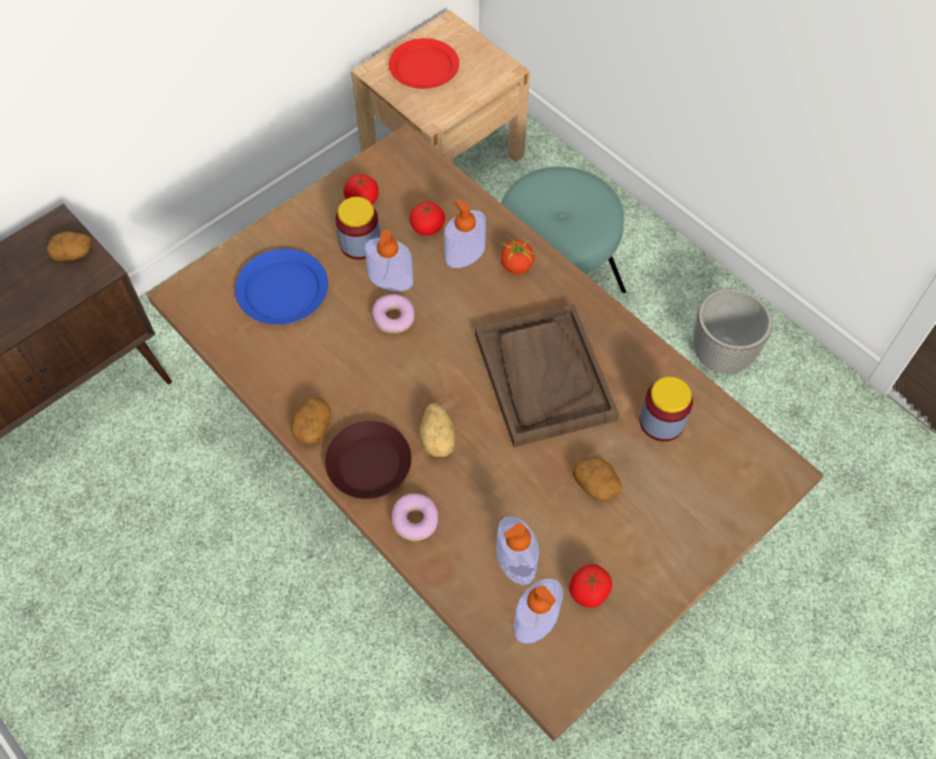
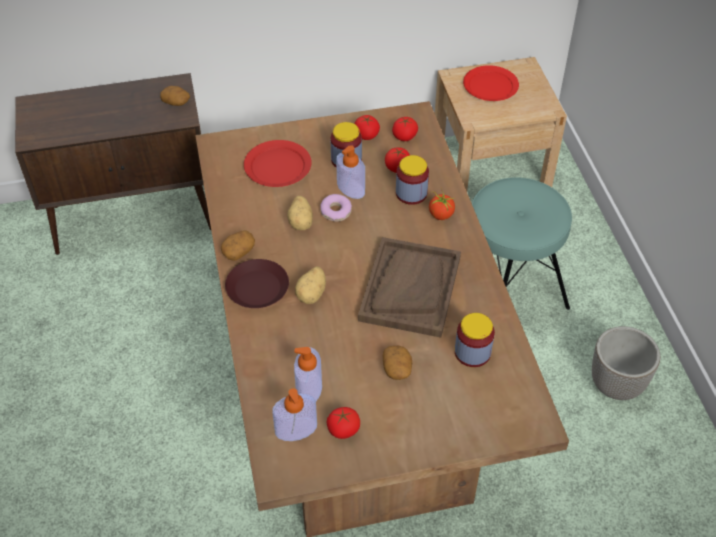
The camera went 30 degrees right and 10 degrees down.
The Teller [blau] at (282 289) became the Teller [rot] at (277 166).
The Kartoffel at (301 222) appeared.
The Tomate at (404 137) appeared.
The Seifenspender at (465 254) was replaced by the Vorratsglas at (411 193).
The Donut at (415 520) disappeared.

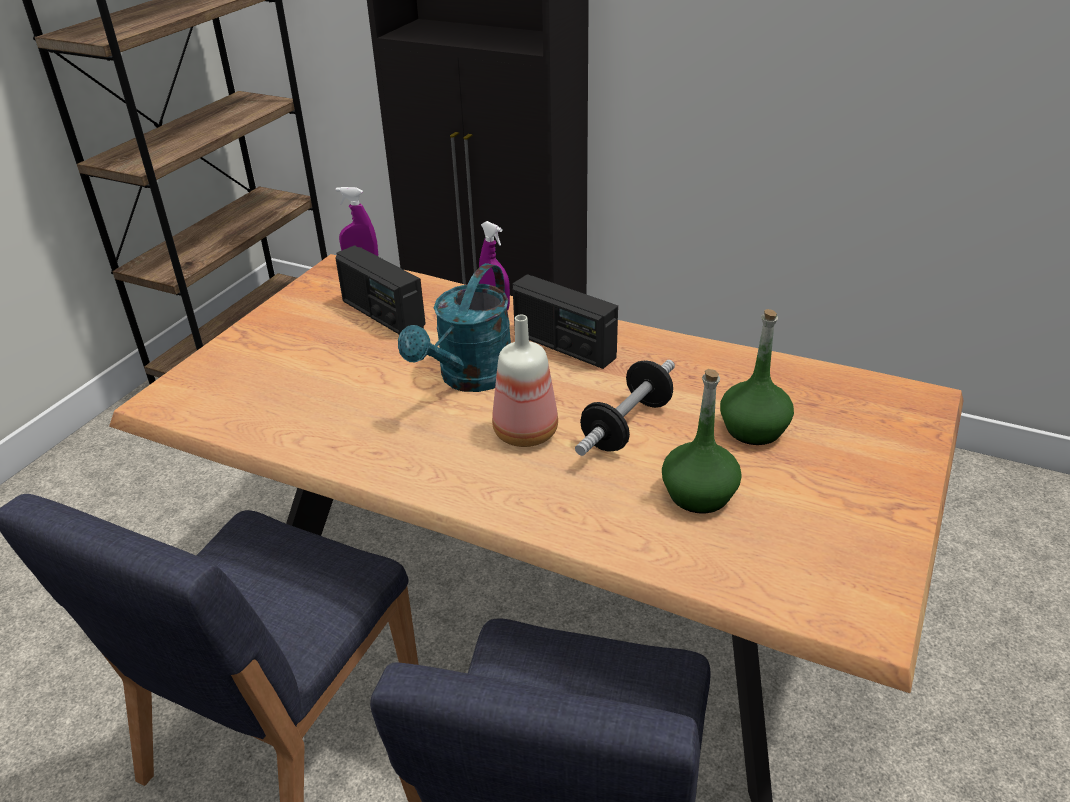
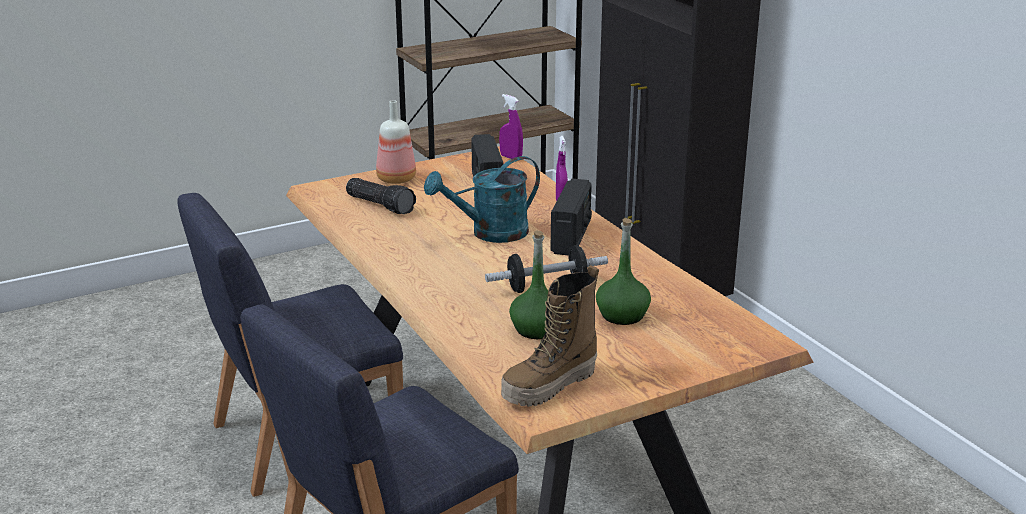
The camera went 35 degrees right and 10 degrees down.
The Taschenlampe at (381 205) appeared.
The Flasche moved from (527 434) to (396 180).
The Stiefel at (550 386) appeared.
The Radio at (564 346) turned 150 degrees counterclockwise.

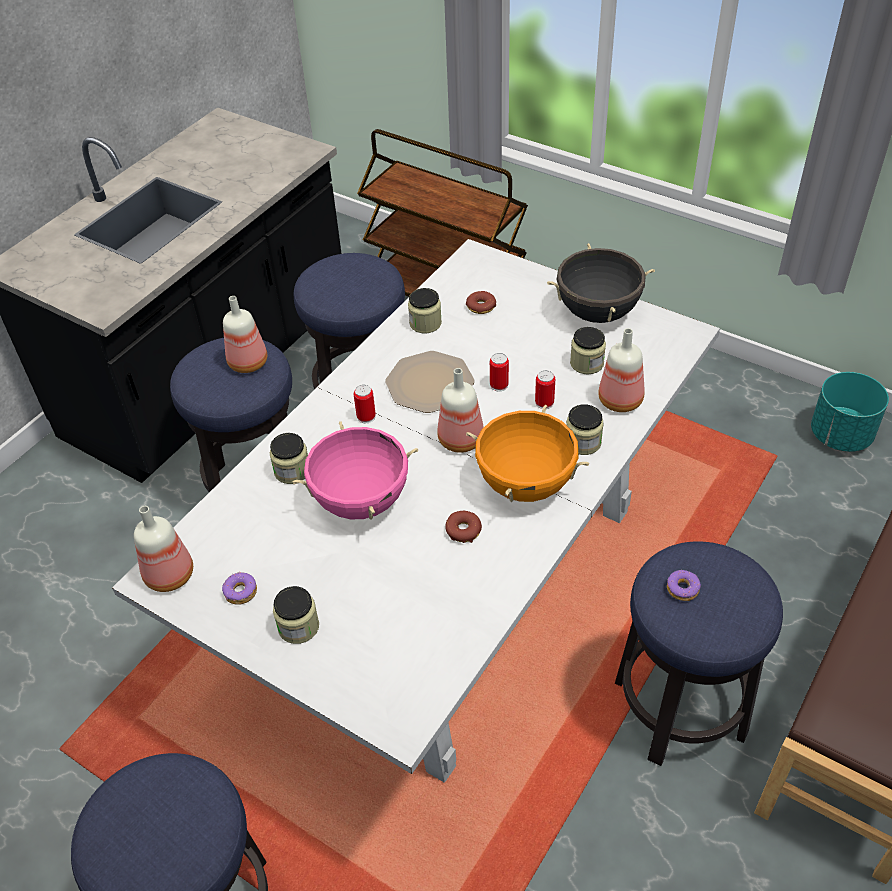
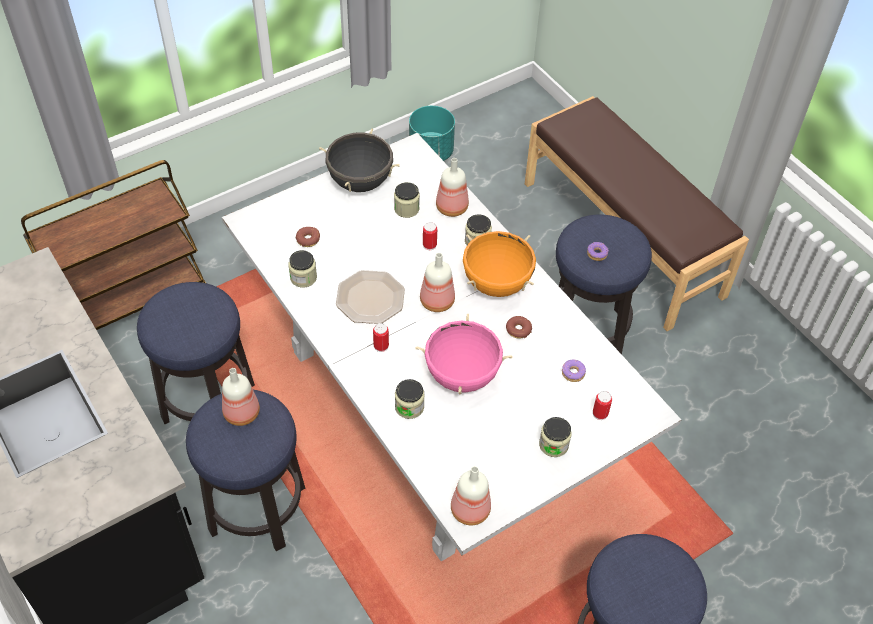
The camera went 70 degrees left and 5 degrees up.
The Donut moved from (240 592) to (573 373).
The Dose moved from (499 385) to (600 413).

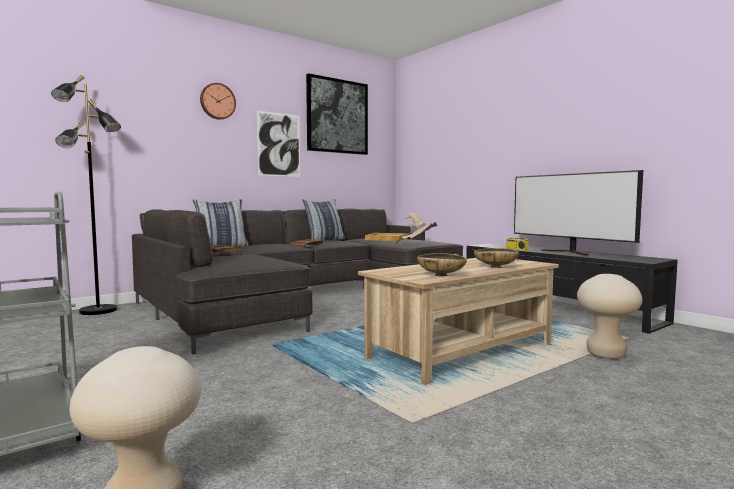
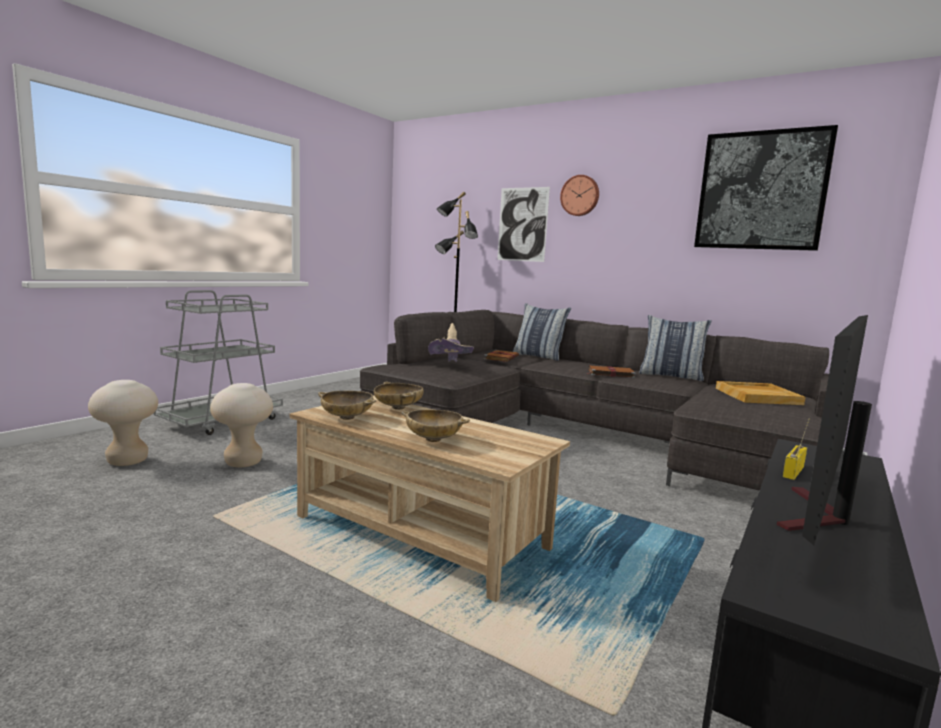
The camera went 70 degrees right and 5 degrees up.
The Hocker [beige] moved from (605 354) to (243 463).
The Schüssel [beige] at (398 408) appeared.
The Hut [beige] moved from (418 245) to (450 367).
The Bild moved from (279 144) to (522 224).

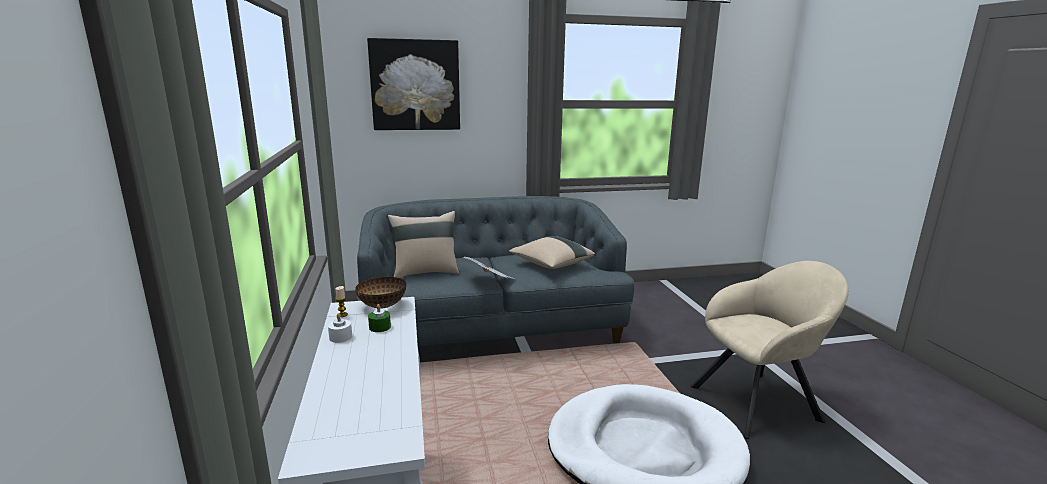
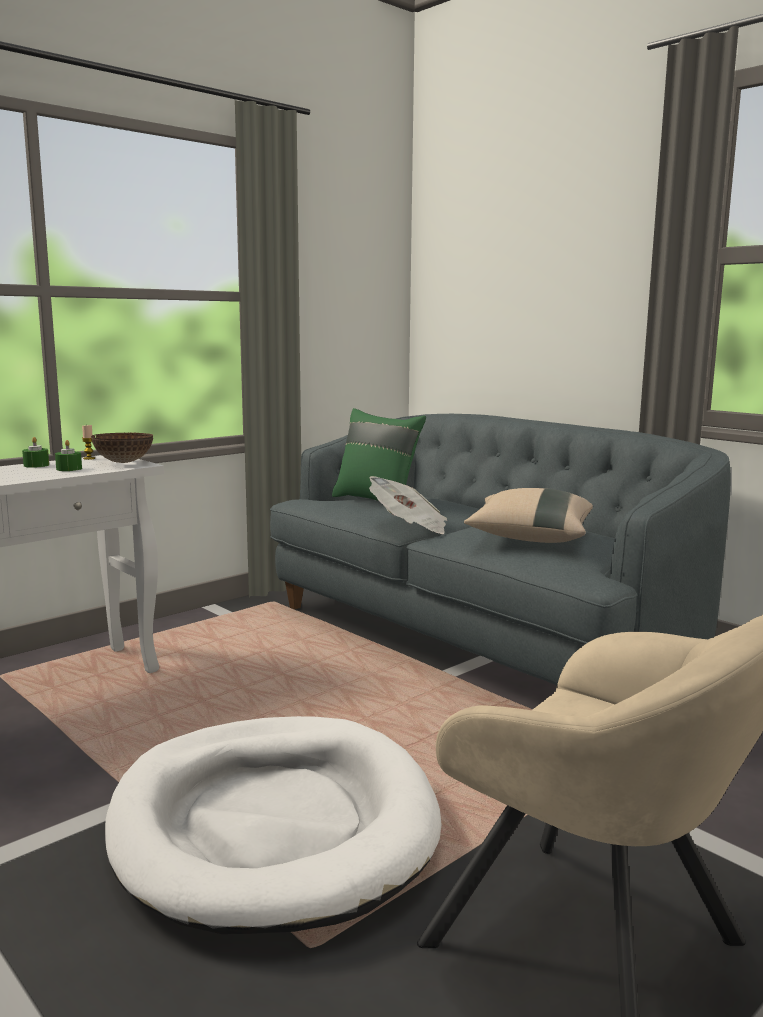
The camera went 60 degrees right and 5 degrees down.
The Kerze [weiß] at (340 337) became the Kerze [grün] at (36 465).
The Kissen [beige] at (425 272) became the Kissen [grün] at (377 501).
The Bild at (415 85) disappeared.

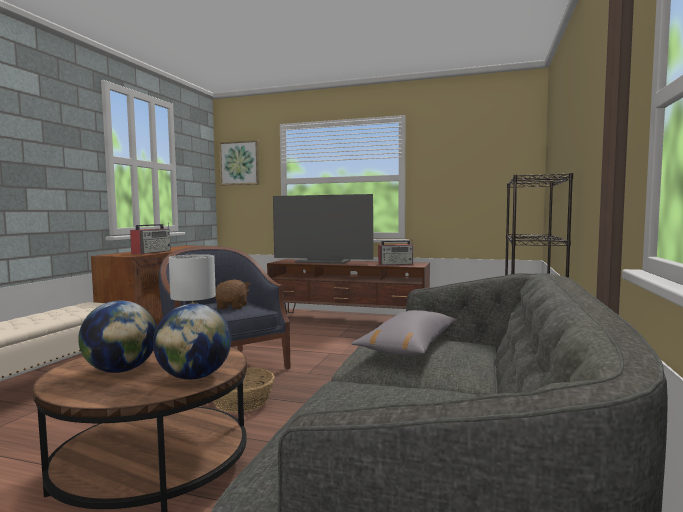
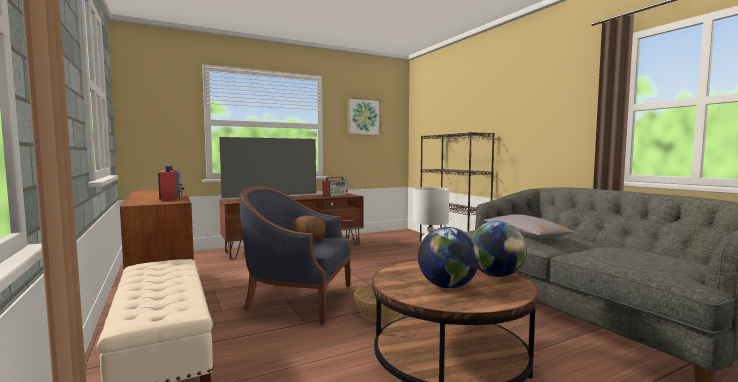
The camera went 45 degrees left and 0 degrees up.
The Bild moved from (239 163) to (363 116).

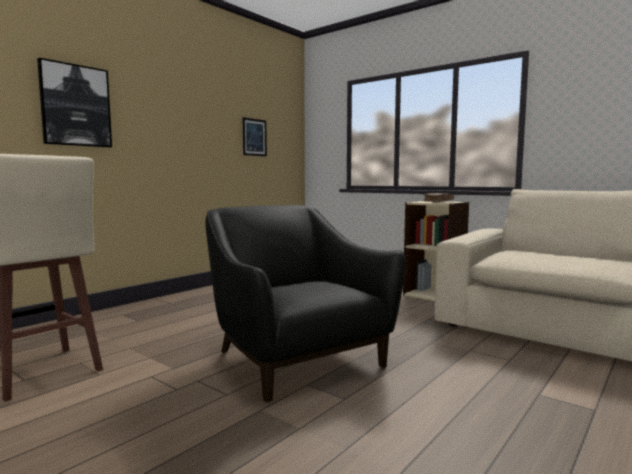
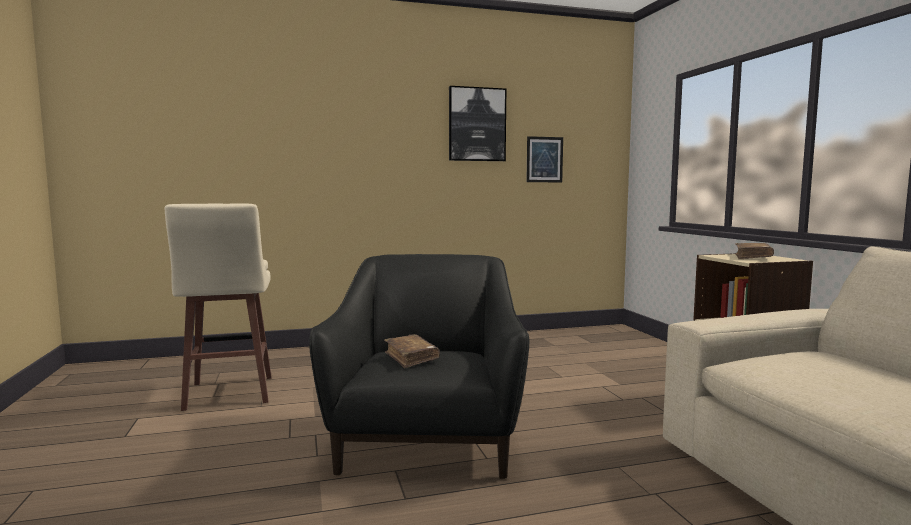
The camera went 35 degrees right and 0 degrees up.
The Buch [braun] at (411 358) appeared.
The Bild moved from (75 106) to (477 124).

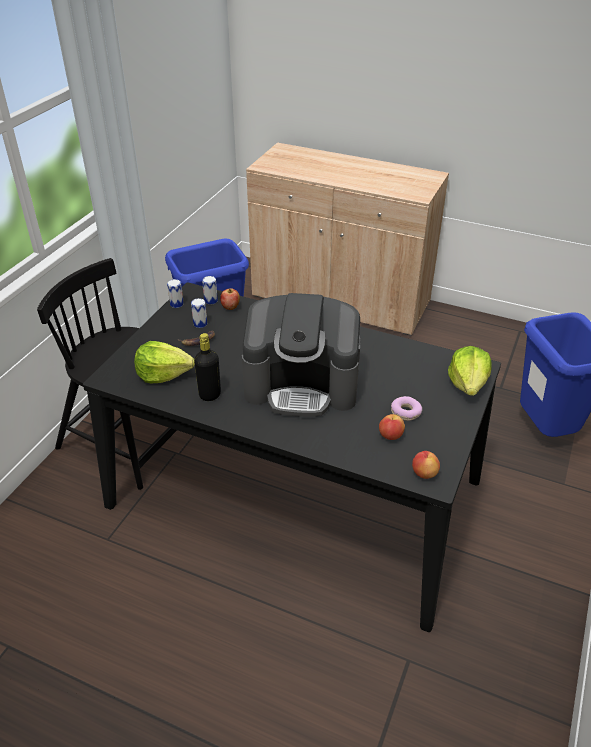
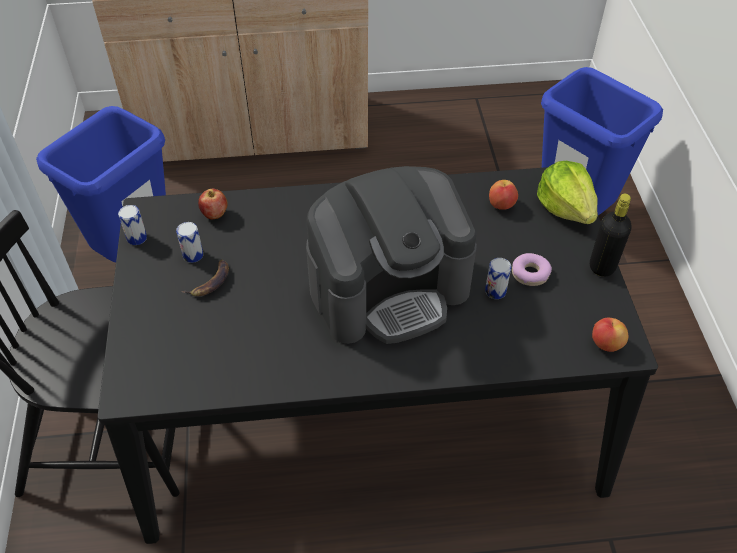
The camera went 30 degrees left and 10 degrees up.
The Dose moved from (211 300) to (495 291).
The Apfel moved from (390 436) to (501 205).
The Flasche [schwarz] moved from (210 395) to (602 266).
The Salatkopf at (163 374) disappeared.

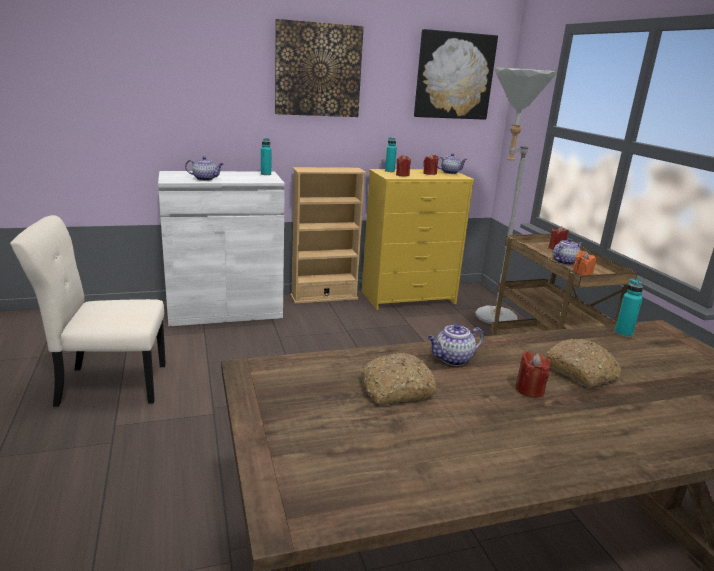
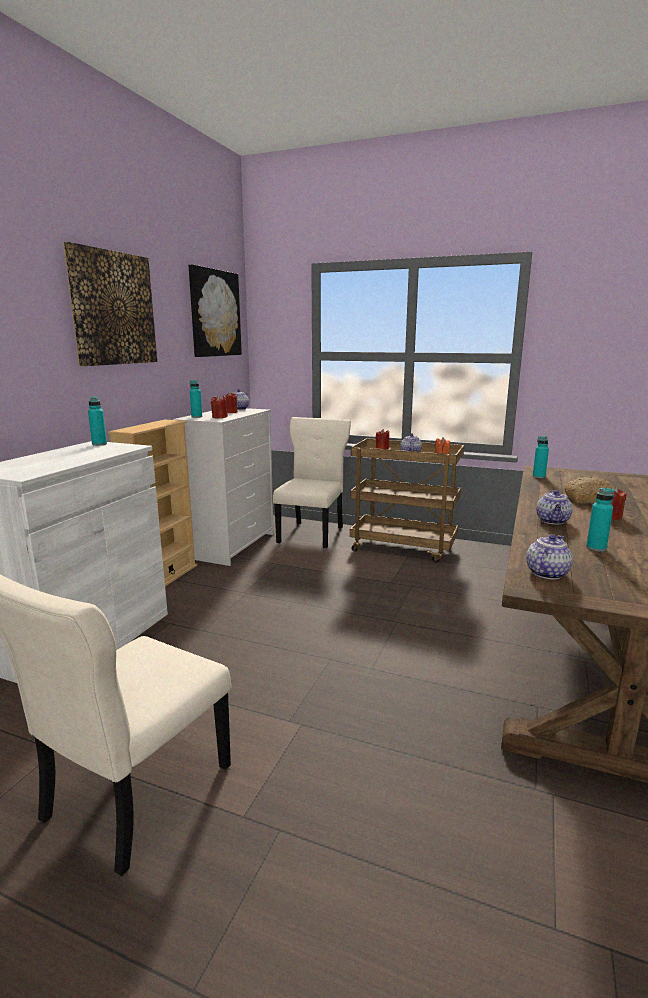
The camera went 50 degrees left and 5 degrees down.
The Kommode [gelb] at (409 297) became the Kommode [weiß] at (232 545).
The Stehlampe [grau] at (488 318) was replaced by the Stuhl [beige] at (312 533).
The Teekanne moved from (205 179) to (546 573).
The Brot at (396 389) was replaced by the Flasche [türkis] at (596 548).

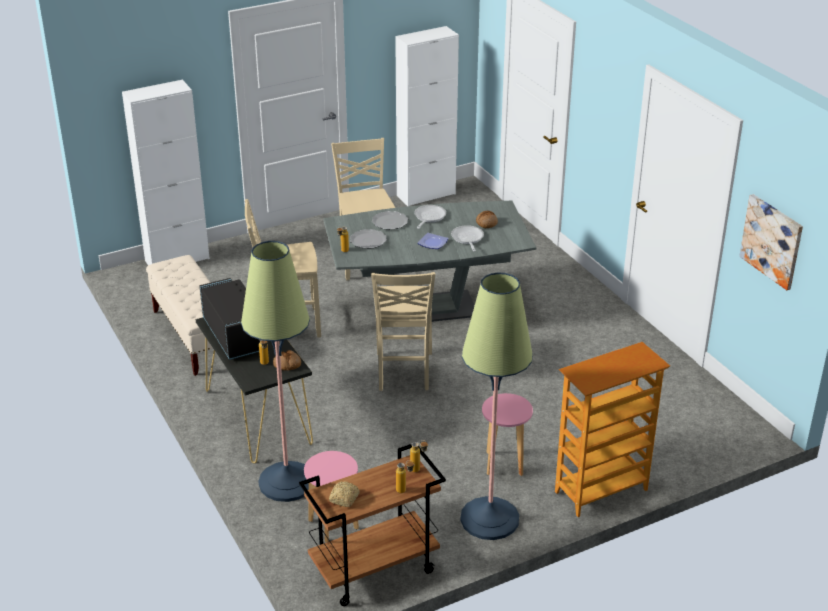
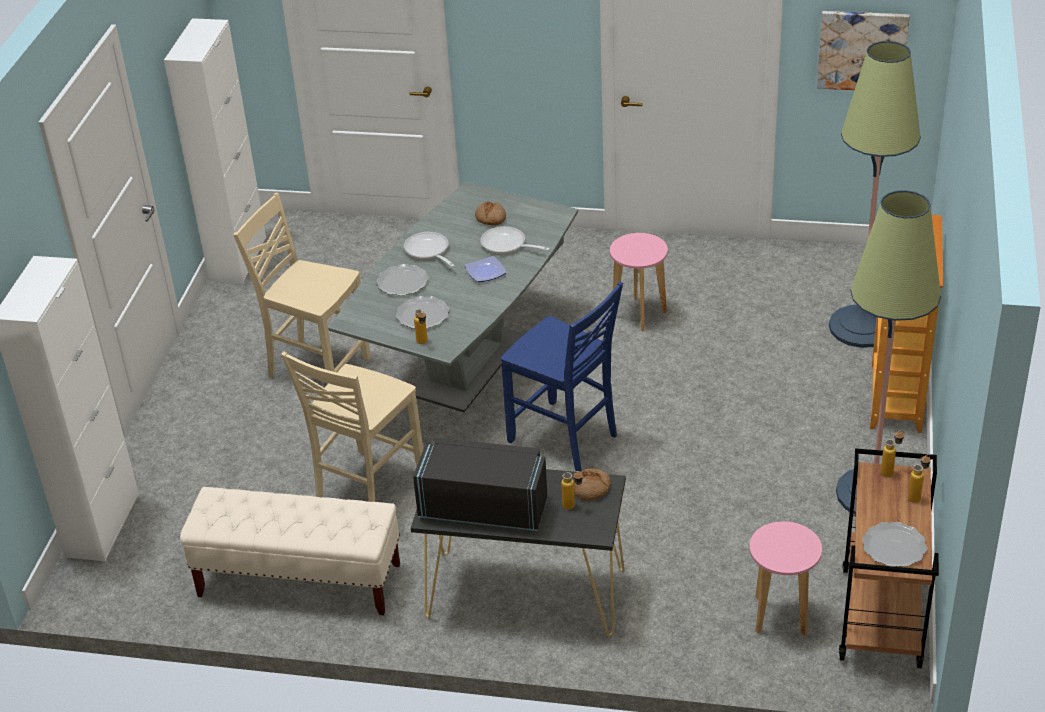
The camera went 50 degrees left and 5 degrees up.
The Stuhl [beige] at (403 372) became the Stuhl [blau] at (565 439).
The Hocker [rosa] moved from (504 464) to (639 314).
The Stehlampe moved from (287 482) to (861 327).
The Brot at (343 499) was replaced by the Teller at (894 547).

